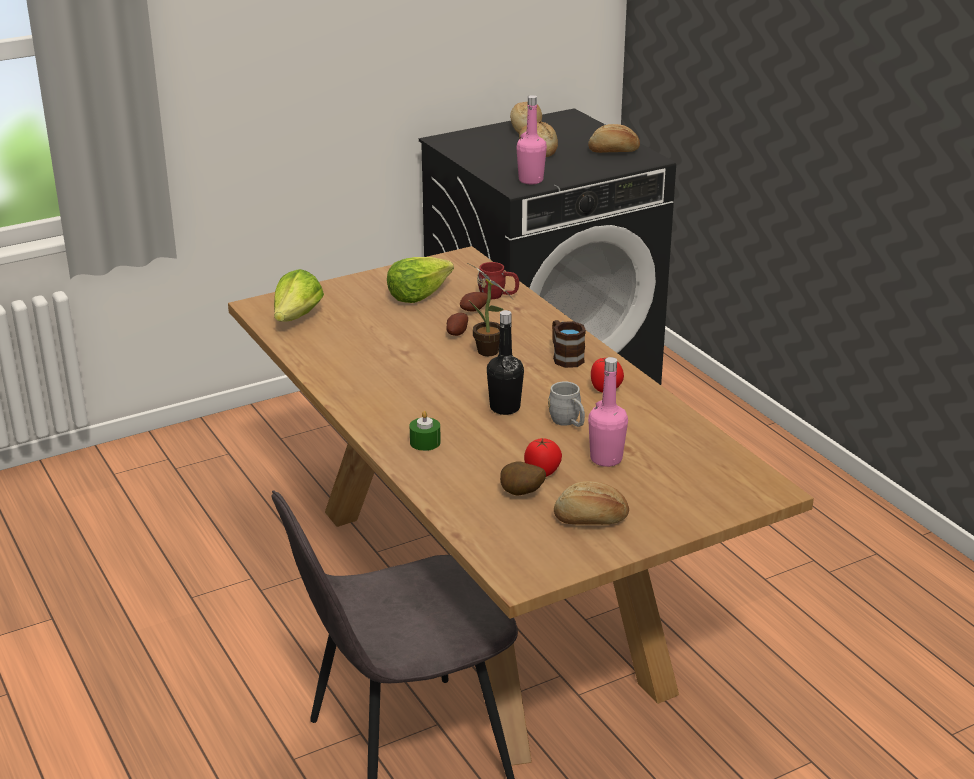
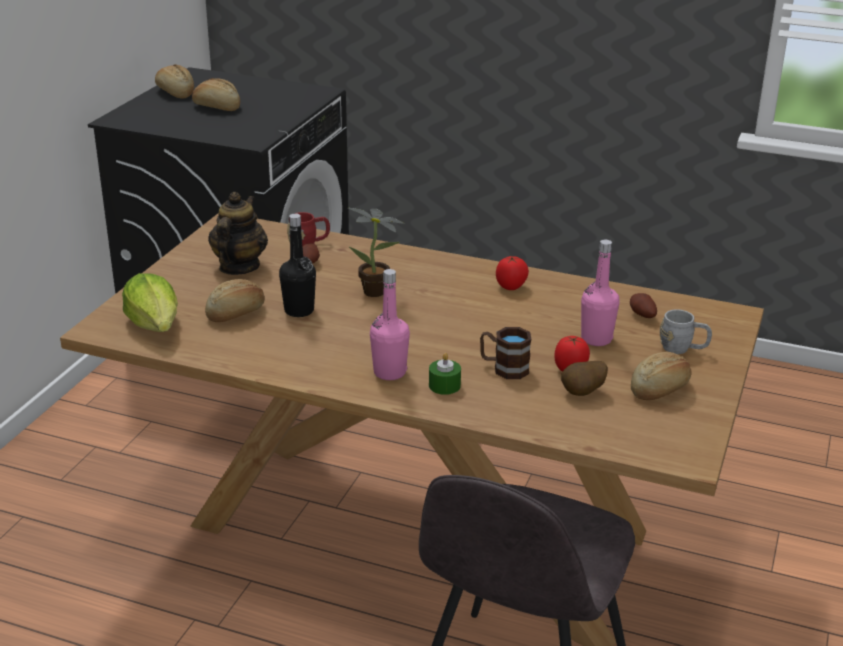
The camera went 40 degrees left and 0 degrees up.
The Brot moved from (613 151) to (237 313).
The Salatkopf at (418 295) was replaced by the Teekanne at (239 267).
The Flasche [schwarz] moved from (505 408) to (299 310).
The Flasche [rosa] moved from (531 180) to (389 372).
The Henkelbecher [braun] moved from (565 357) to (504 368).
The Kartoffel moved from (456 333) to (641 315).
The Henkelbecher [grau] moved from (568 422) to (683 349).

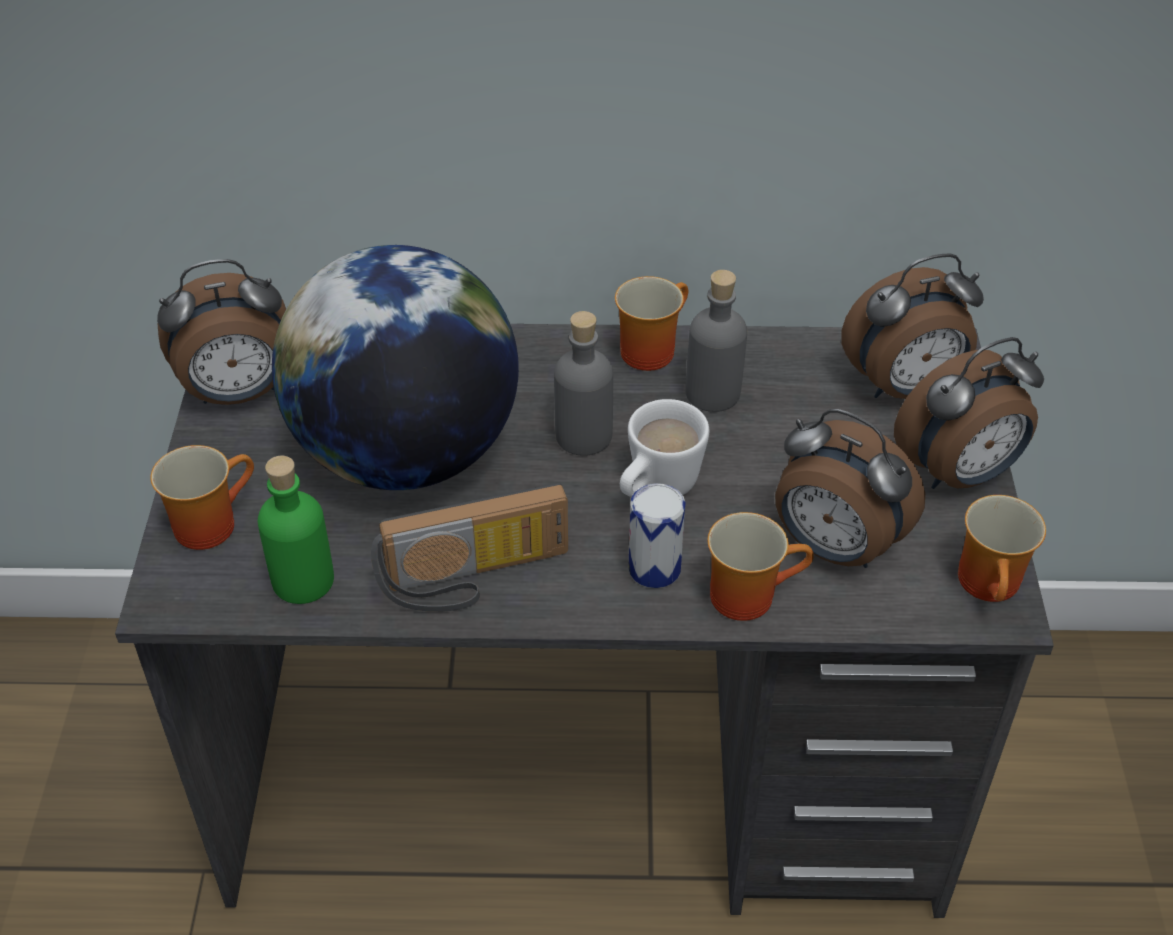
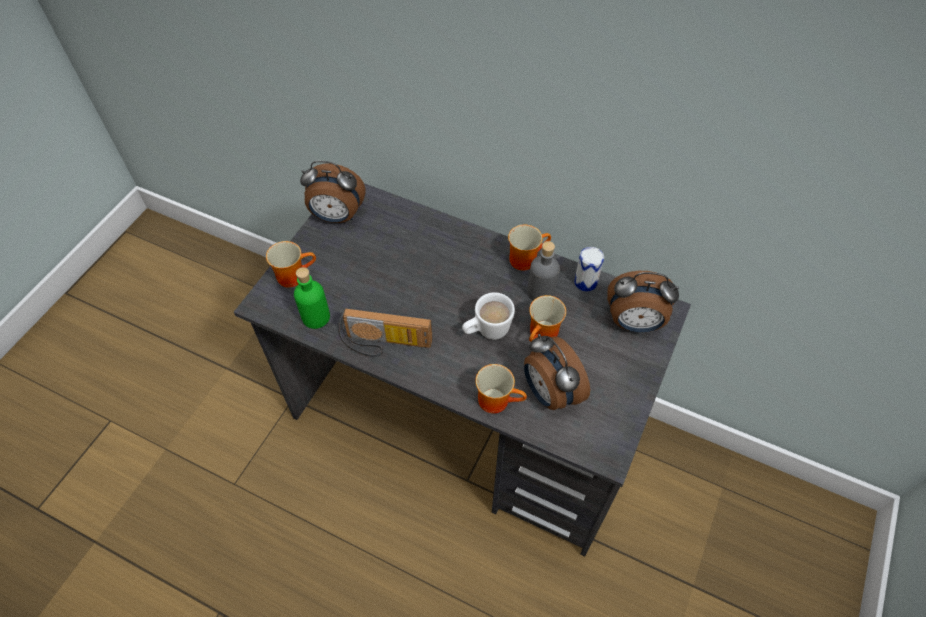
The camera went 25 degrees right and 10 degrees up.
The Henkelbecher moved from (994 585) to (544 335).
The Dose moved from (654 568) to (585 282).
The Globus at (406 453) disappeared.
The Flasche [grau] at (583 435) disappeared.
The Wecker at (959 474) disappeared.

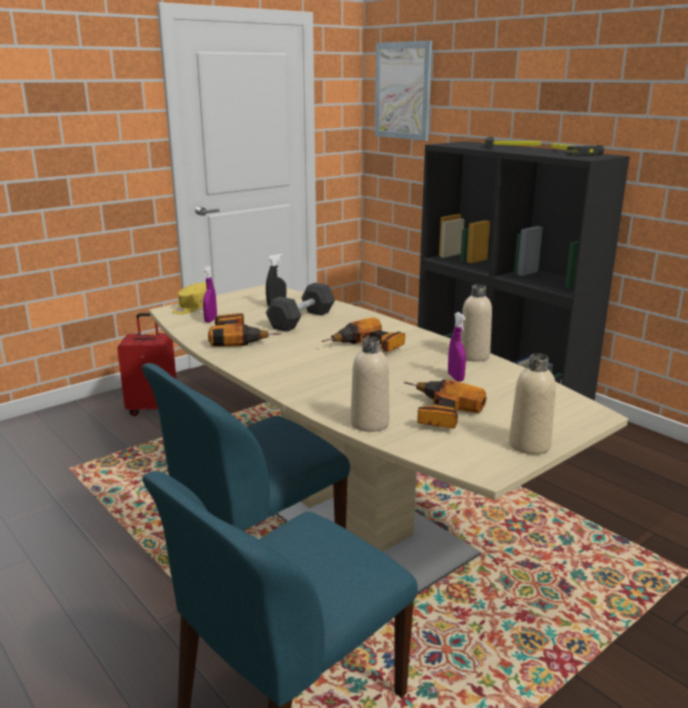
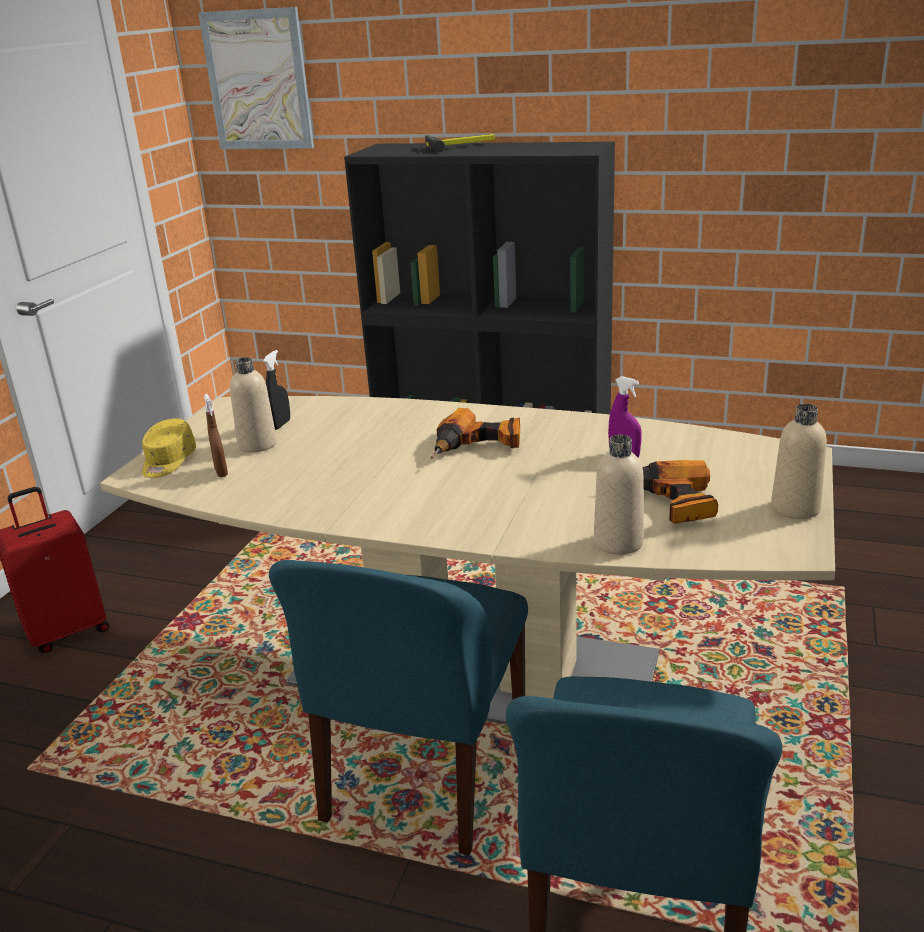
The camera went 30 degrees left and 5 degrees up.
The Sprühflasche [lila] at (210 320) became the Sprühflasche [braun] at (221 472).
The Flasche [beige] moved from (473 356) to (257 445).
The Bohrmaschine at (240 337) disappeared.
The Hantel [schwarz] at (301 320) disappeared.
The Hammer at (568 153) disappeared.

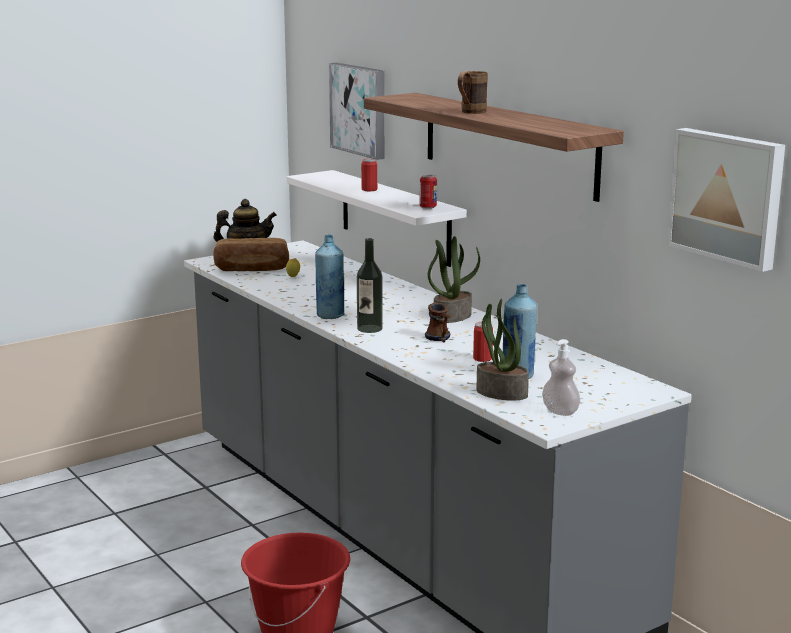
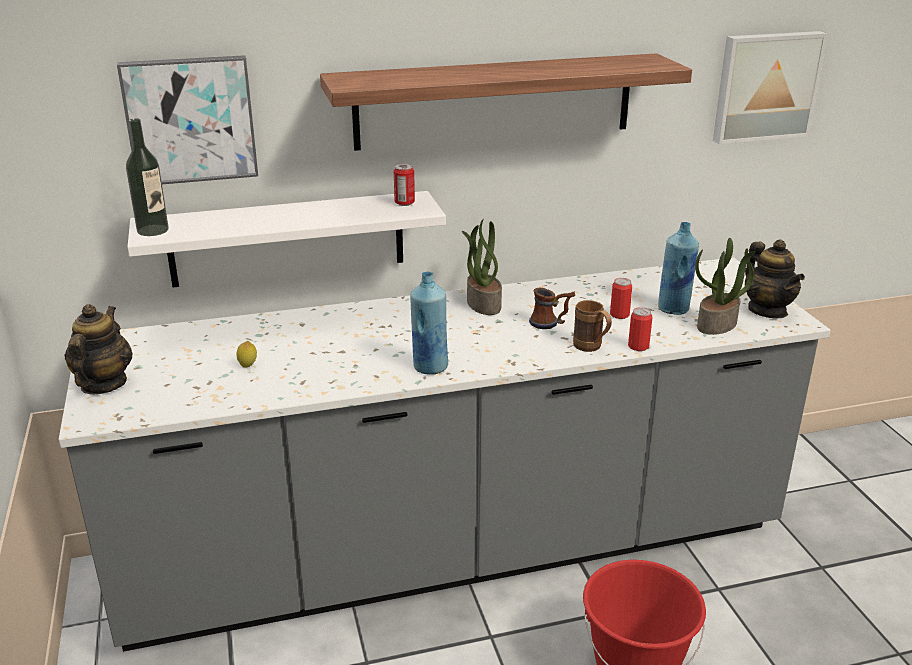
The camera went 70 degrees left and 10 degrees up.
The Flasche moved from (369 329) to (153 230).
The Henkelbecher [braun] moved from (470 112) to (591 348).
The Dose moved from (369 190) to (638 346).
The Seifenspender at (560 412) was replaced by the Teekanne at (767 310).
The Brot at (252 269) disappeared.

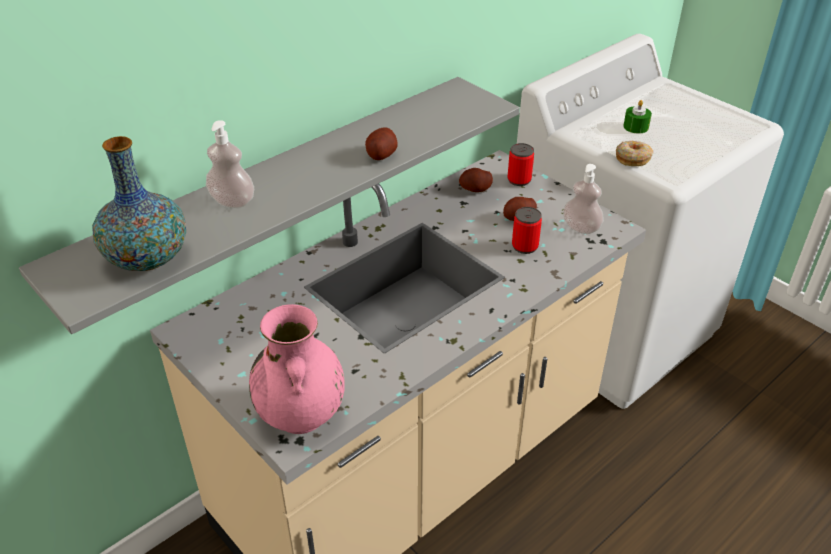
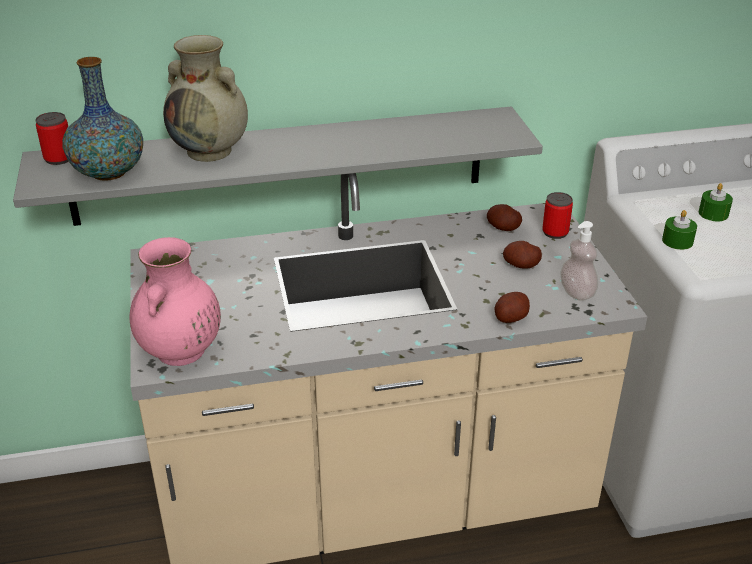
The camera went 30 degrees right and 5 degrees down.
The Dose moved from (525 246) to (59 158).
The Seifenspender at (232 201) was replaced by the Vase [beige] at (211 151).
The Kartoffel moved from (381 155) to (510 317).
The Donut at (632 158) was replaced by the Kerze [grün] at (677 241).

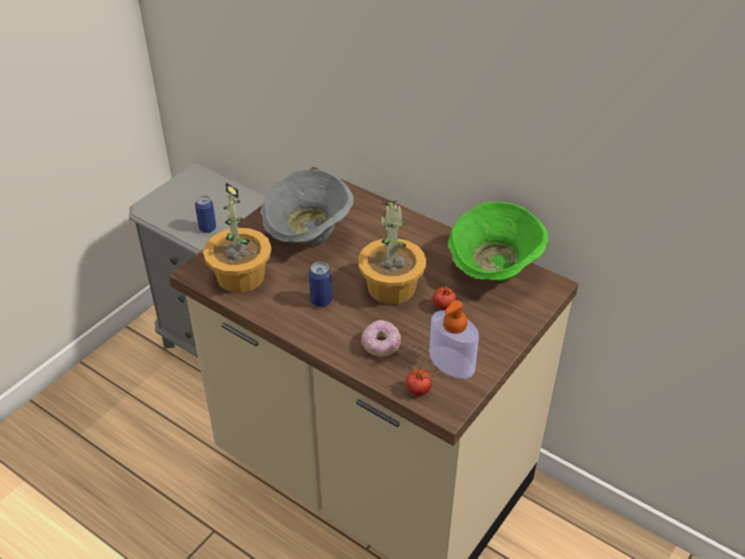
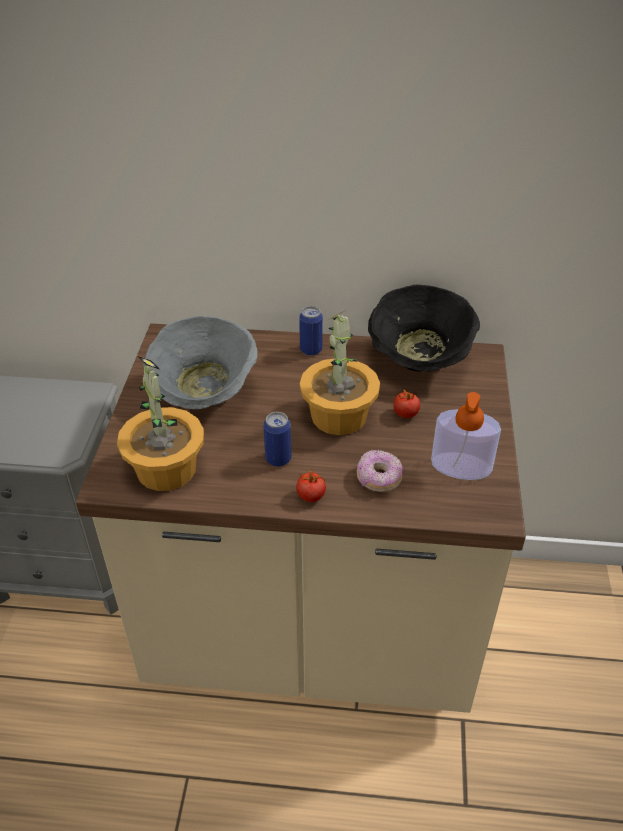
The camera went 30 degrees left and 0 degrees up.
The Tomate moved from (418 390) to (311 496).
The Dose moved from (207 228) to (311 350).
The Schüssel [grün] at (493 270) became the Schüssel [schwarz] at (420 361).

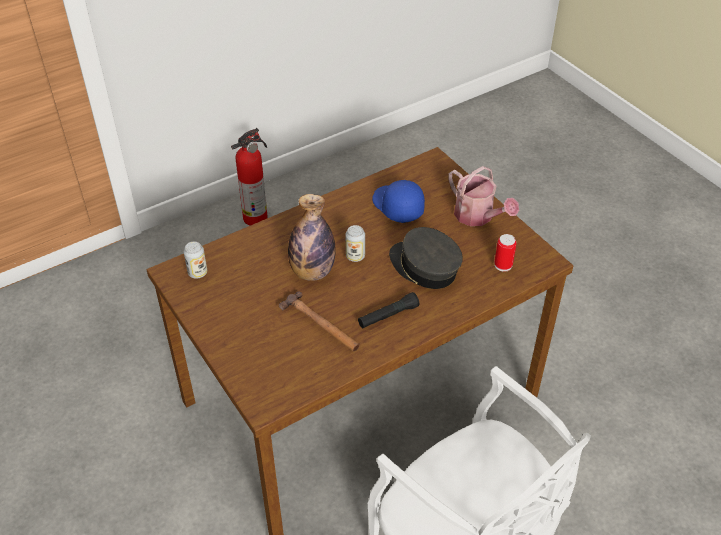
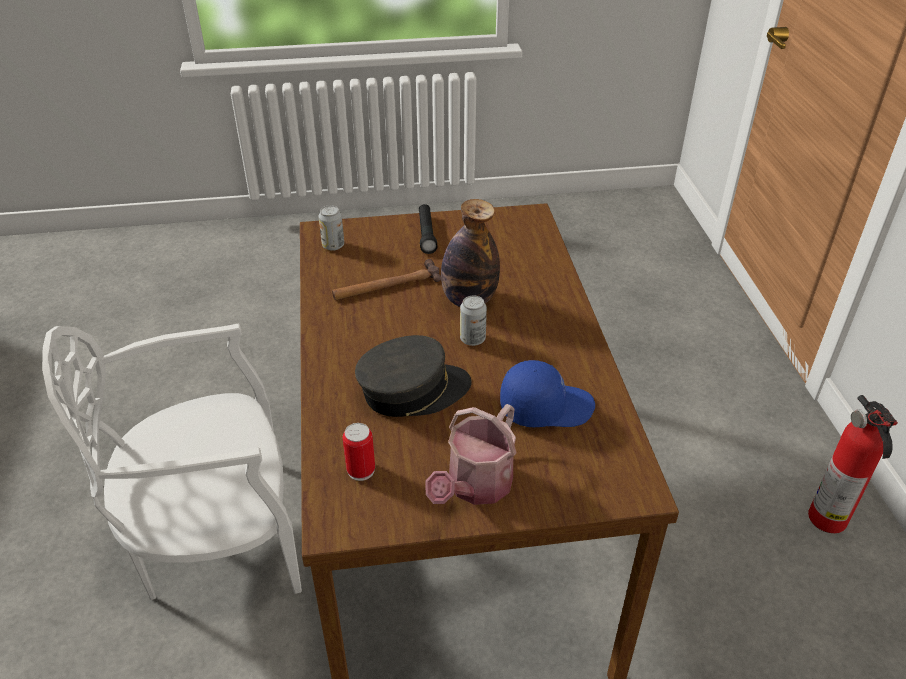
The camera went 115 degrees right and 5 degrees down.
The Dose moved from (197 273) to (333 245).
The Taschenlampe [schwarz] moved from (388 316) to (426 234).
The Gießkanne at (478 216) turned 45 degrees counterclockwise.

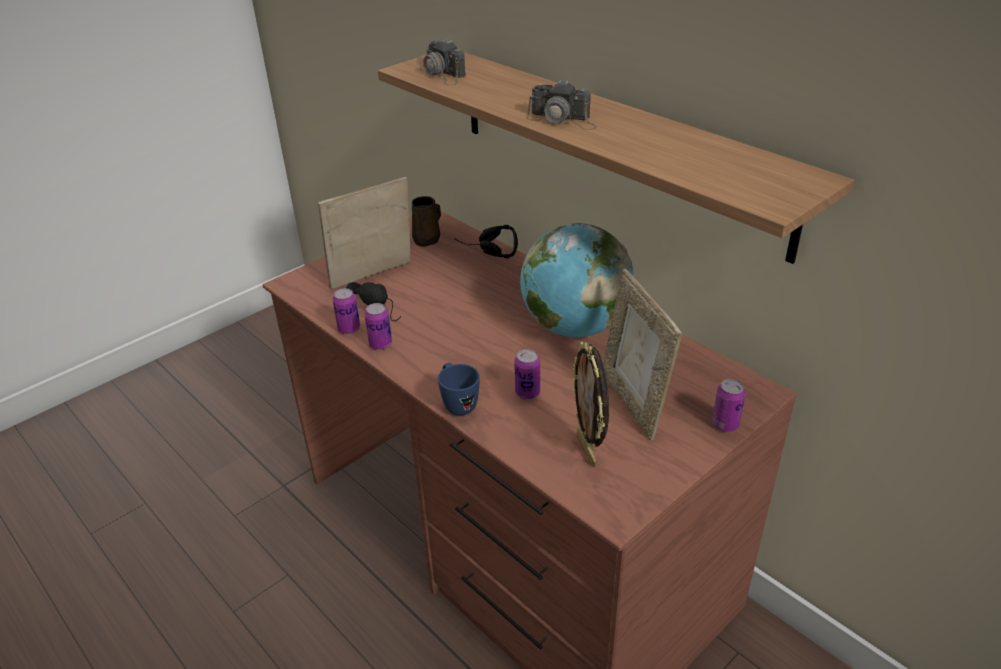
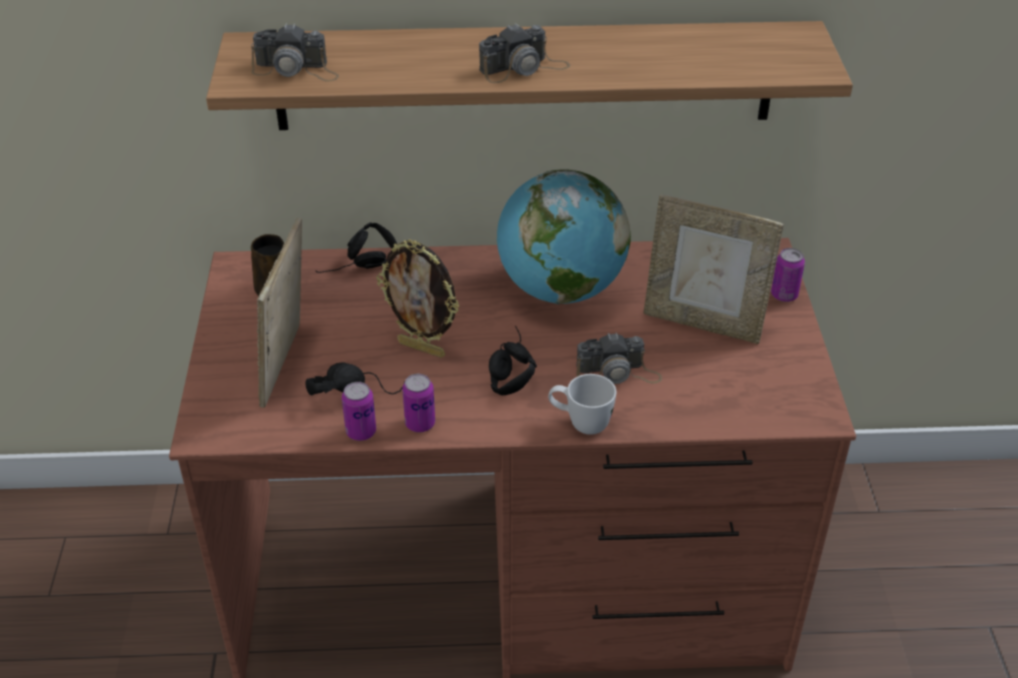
The camera went 50 degrees left and 5 degrees up.
The Bilderrahmen moved from (588 450) to (422 348).
The Kopfhörer [schwarz] at (507 368) appeared.
The Henkelbecher [blau] at (457 403) became the Henkelbecher [weiß] at (580 423).
The Dose at (527 393) was replaced by the Kamera at (618 373).

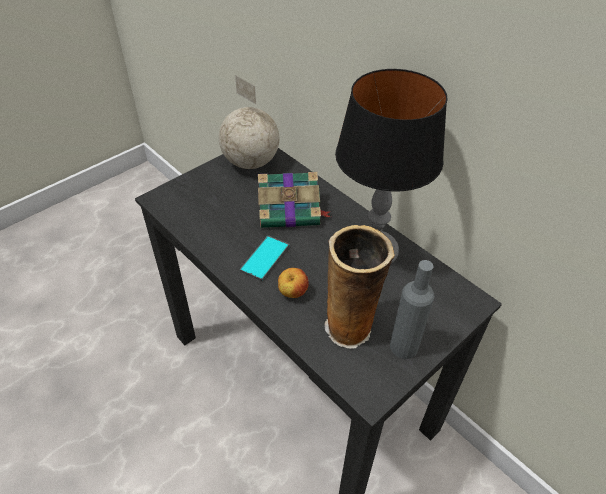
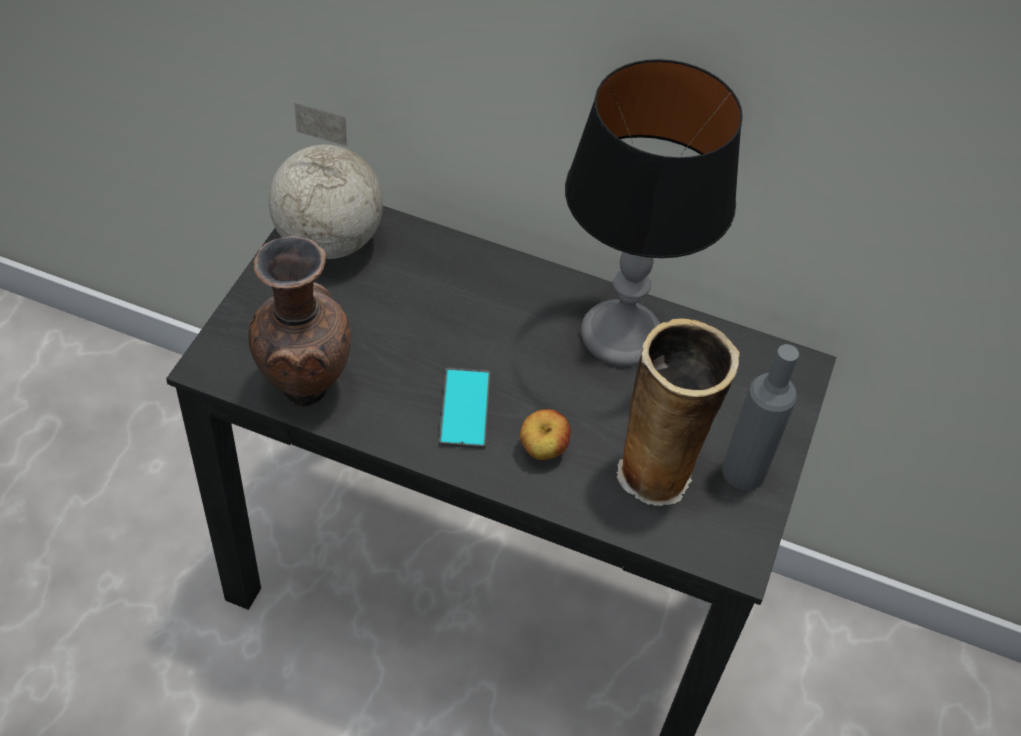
The camera went 30 degrees left and 5 degrees up.
The Vase [braun] at (303 386) appeared.
The Buch at (291 211) disappeared.

